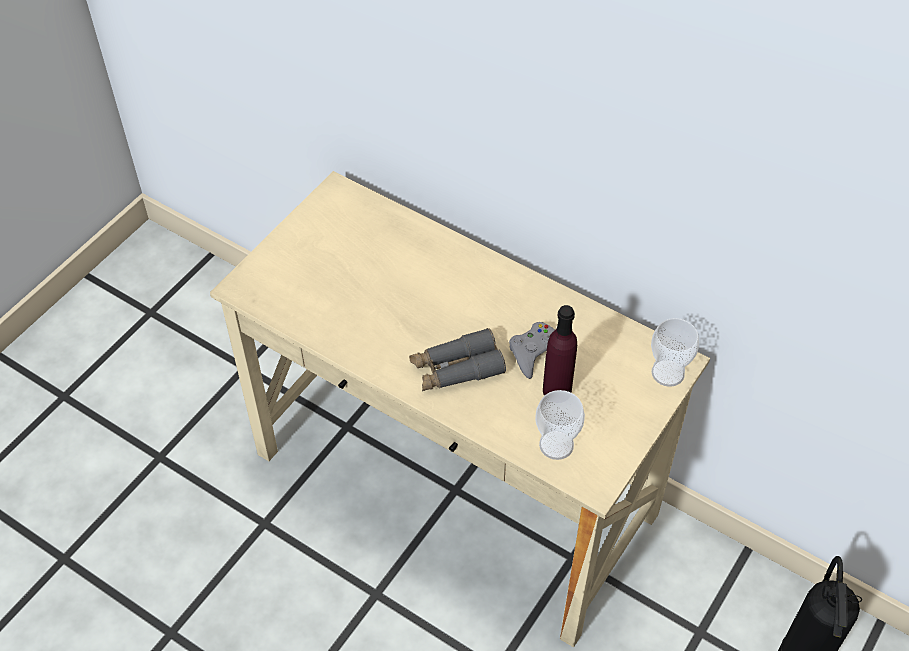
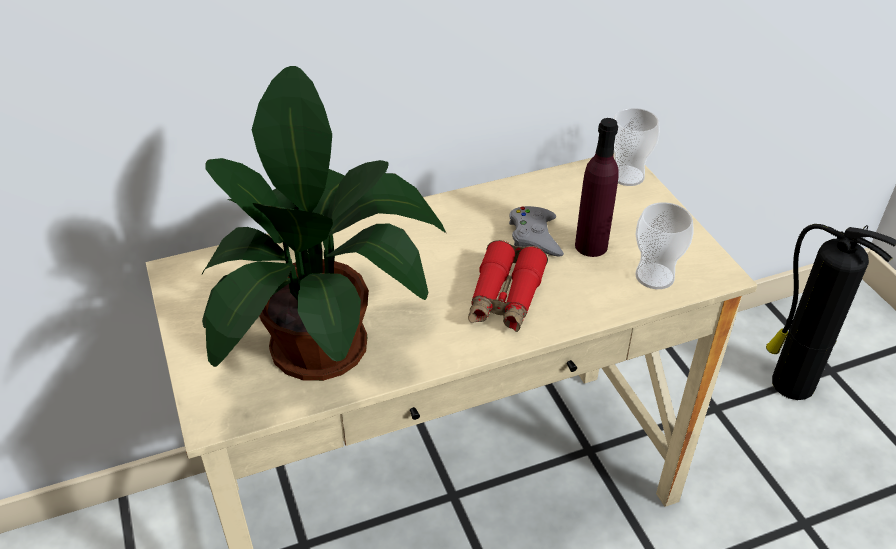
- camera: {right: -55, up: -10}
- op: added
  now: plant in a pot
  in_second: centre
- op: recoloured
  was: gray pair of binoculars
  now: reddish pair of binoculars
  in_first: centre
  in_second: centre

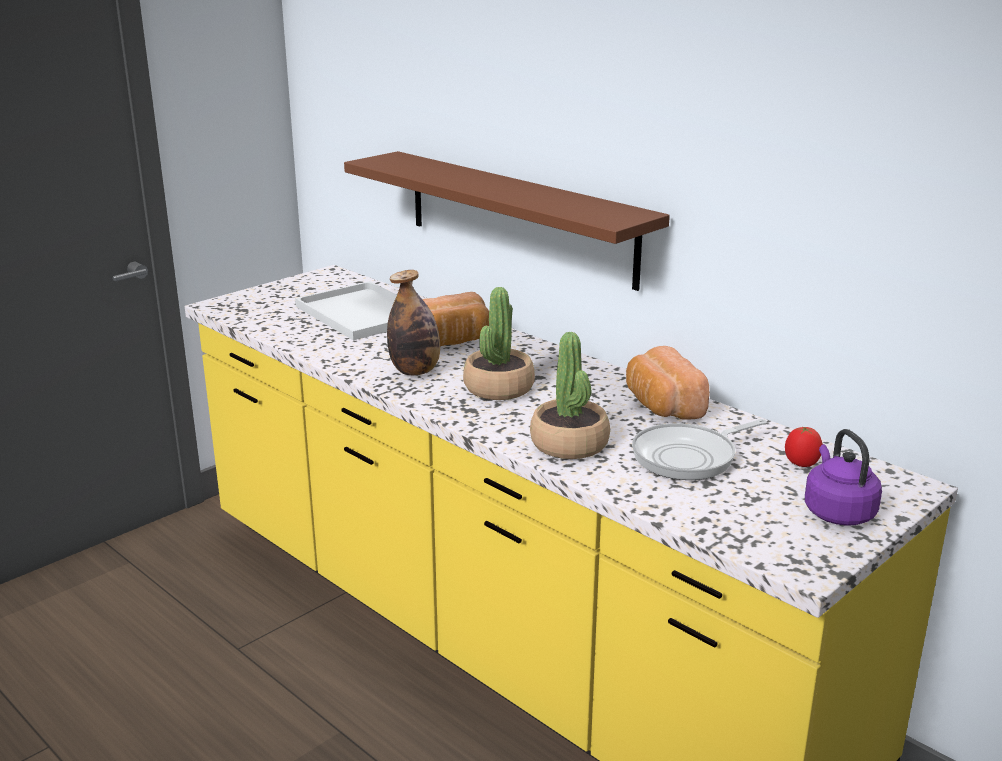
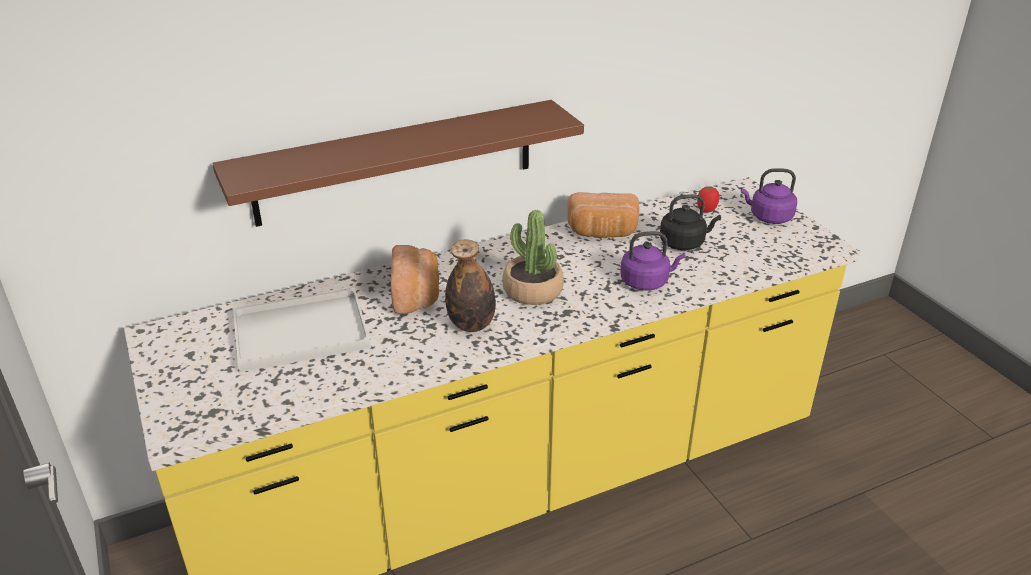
- camera: {right: -70, up: 10}
- op: replaced
  was: plant in a pot (2nd from left)
  now: purple tea kettle (1st from left)
  in_first: centre
  in_second: centre
- op: replaced
  was: skillet
  now: blackish tea kettle
  in_first: middle right
  in_second: middle right

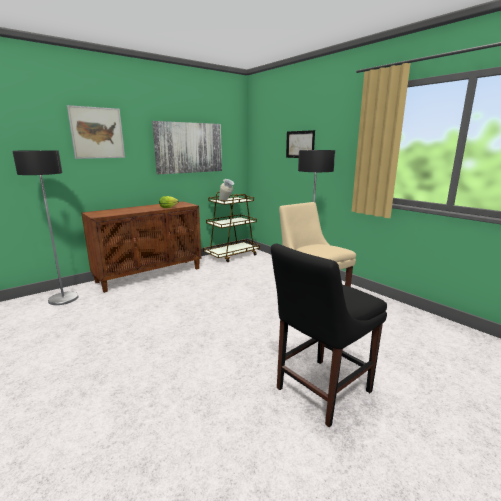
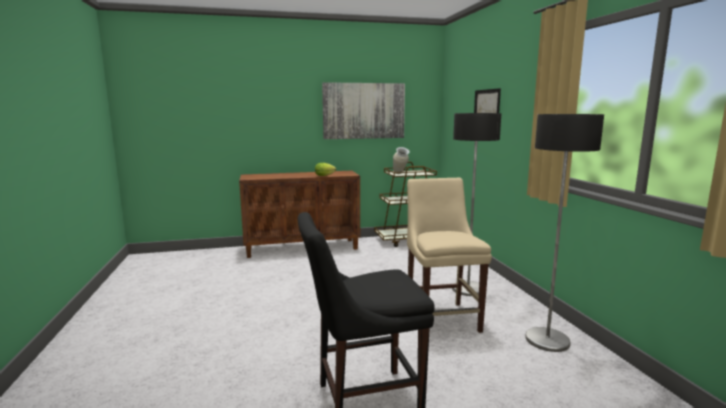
- camera: {right: 25, up: -5}
- op: removed
  was: wall picture (1st from left)
  in_first: top left
- op: moved
  was: standard lamp (1st from left in the first image)
  now: standard lamp (2nd from left)
  in_first: middle left
  in_second: middle right

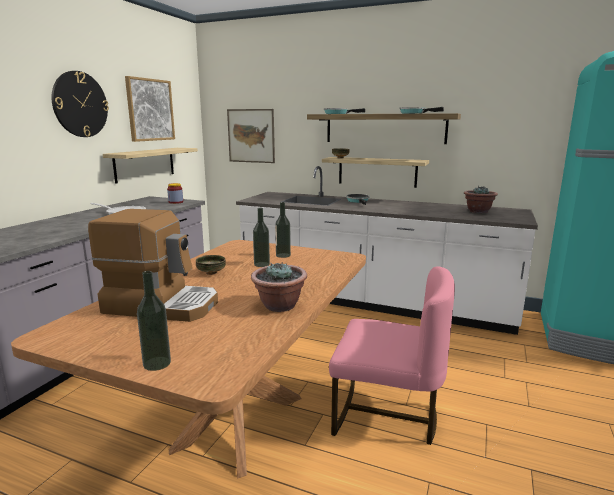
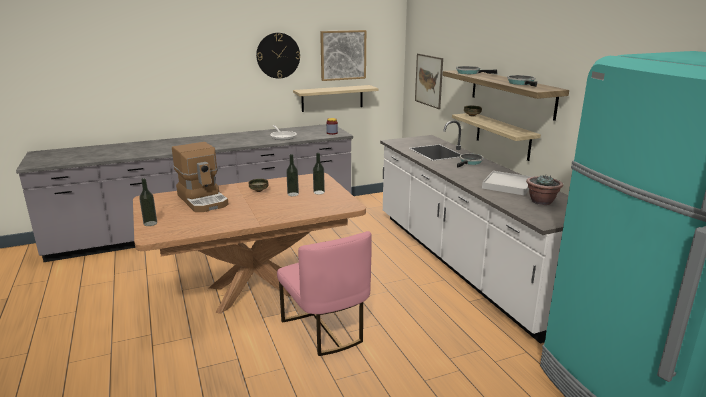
- camera: {right: 45, up: 5}
- op: removed
  was: plant in a pot (1st from left)
  in_first: centre
- op: added
  now: whitish carrying tray
  in_second: middle right

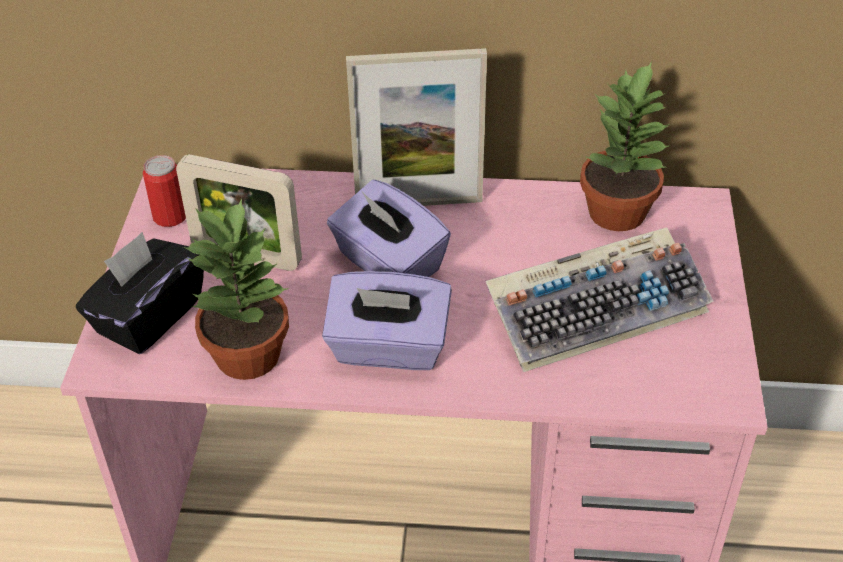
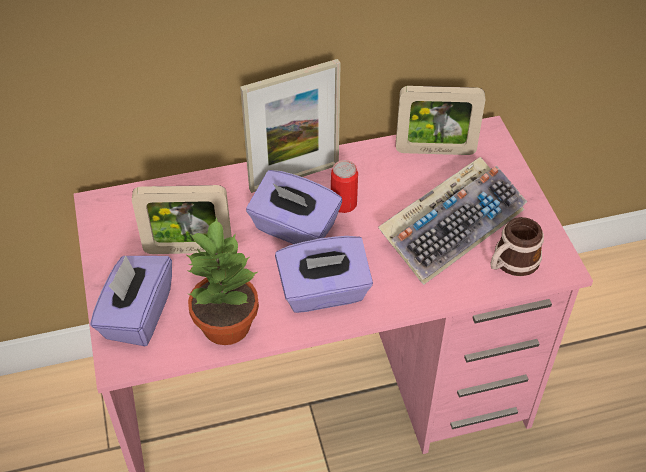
- camera: {right: -20, up: 5}
- op: added
  now: tea mug
  in_second: middle right
- op: moved
  was: metal can
  in_first: middle left
  in_second: centre
- op: replaced
  was: plant in a pot (2nd from left)
  now: picture frame (3rd from left)
  in_first: top right
  in_second: top right
- op: recoloured
  was: blackish tissue holder
  now: purple tissue holder (1st from left)
  in_first: middle left
  in_second: middle left

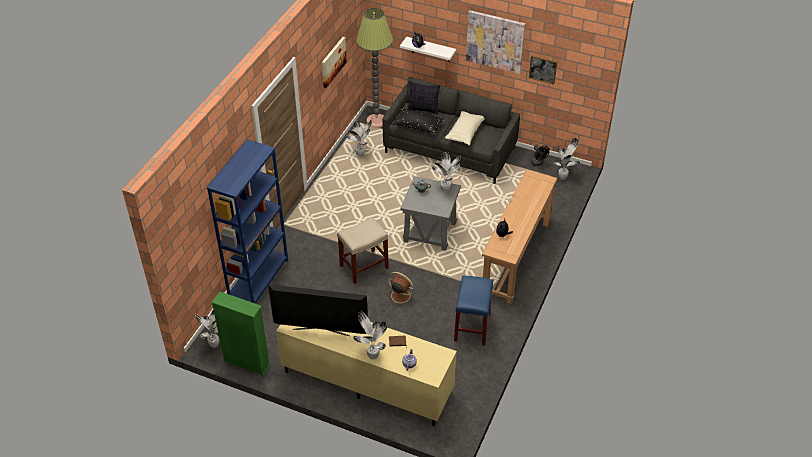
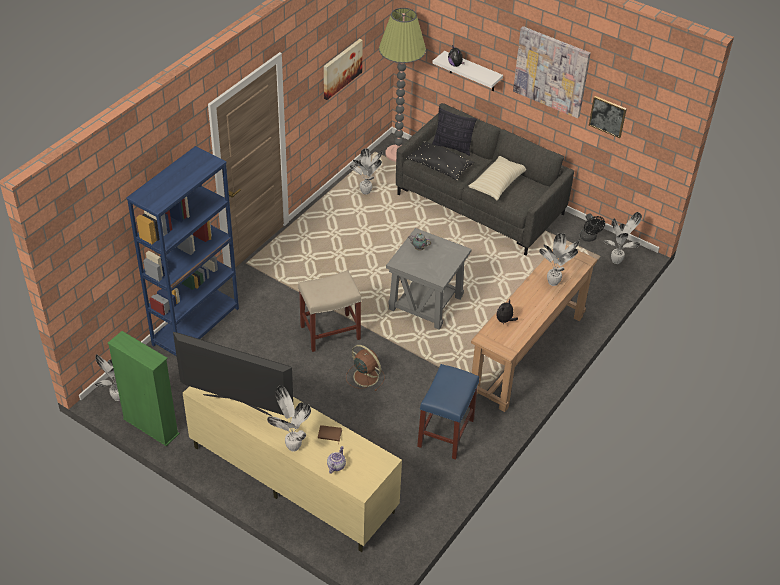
- camera: {right: 10, up: 0}
- op: moved
  was: plant in a pot (4th from left)
  in_first: centre
  in_second: middle right

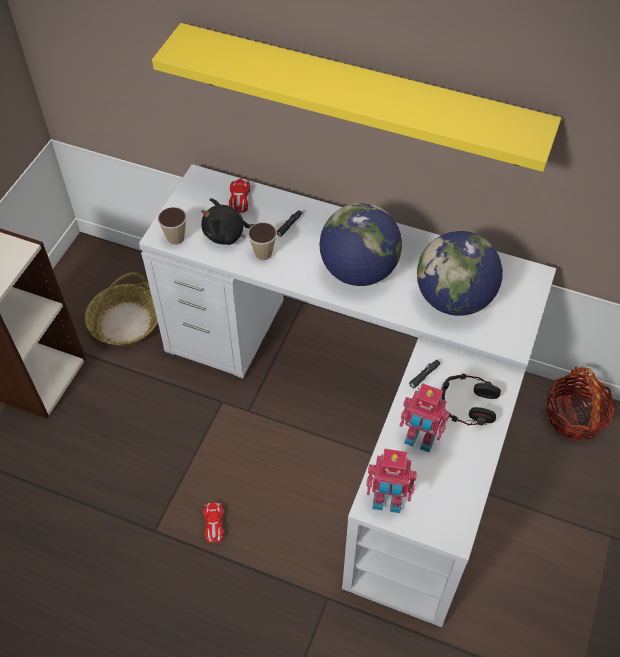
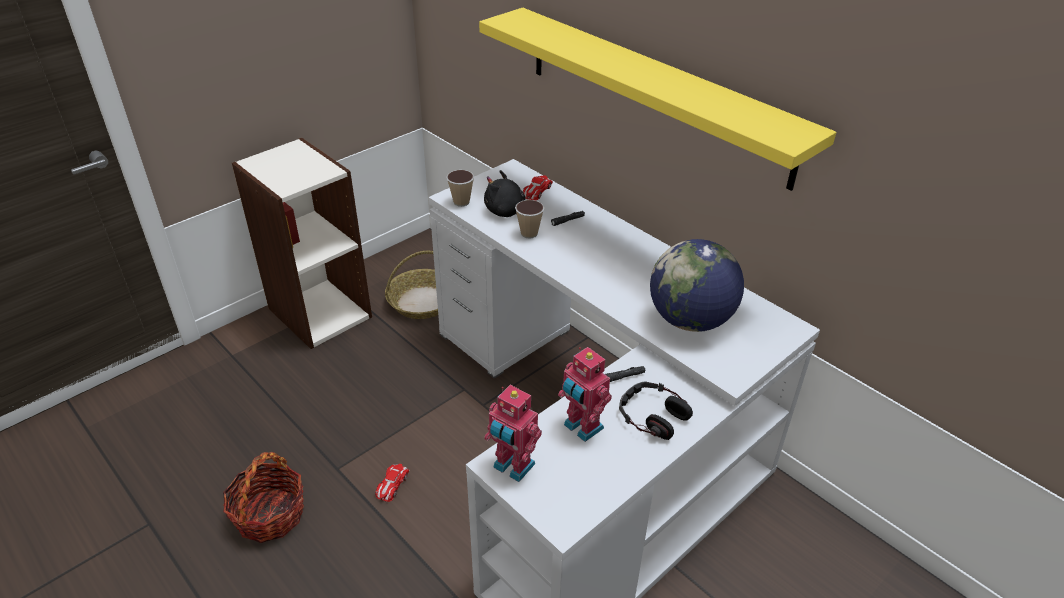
- camera: {right: 25, up: -15}
- op: removed
  was: world globe (1st from left)
  in_first: centre
- op: moved
  was: storage basket (2nd from left in the first image)
  now: storage basket (1st from left)
  in_first: middle right
  in_second: bottom left

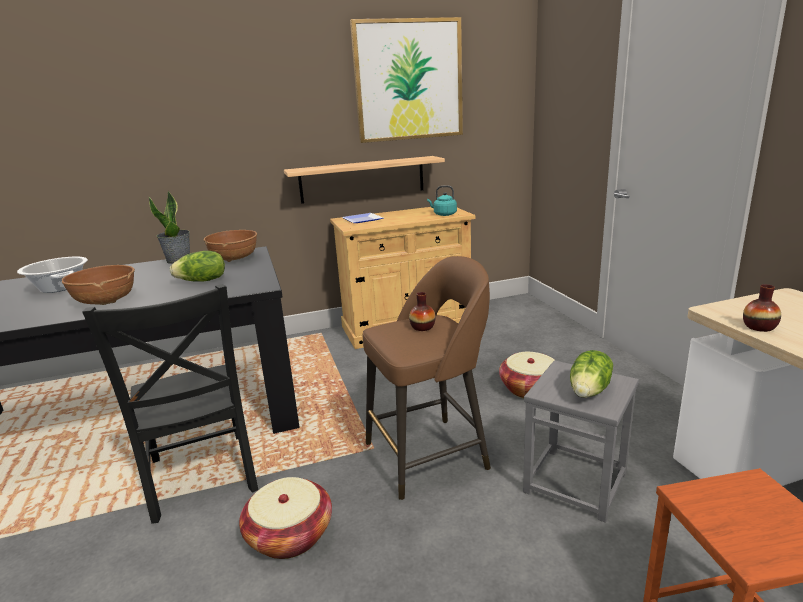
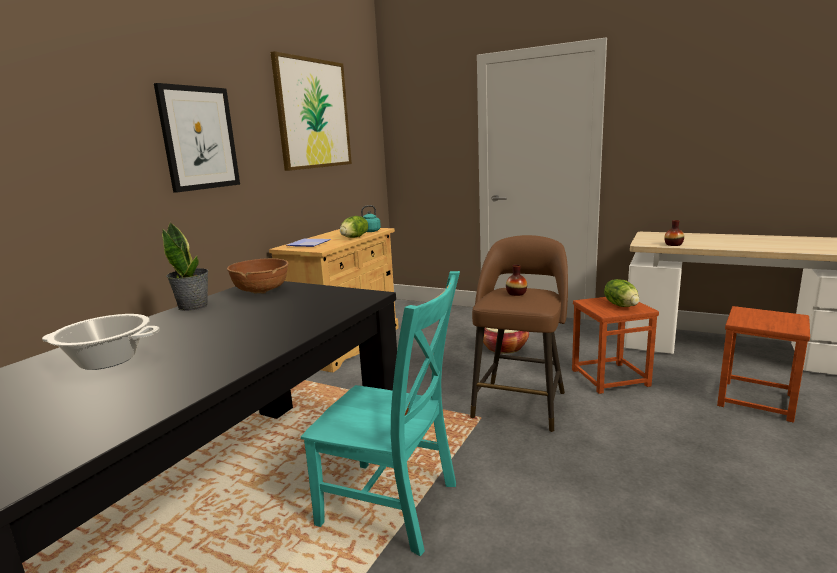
- camera: {right: -45, up: -5}
- op: removed
  was: brownish deep dish (1st from left)
  in_first: middle left
- op: removed
  was: storage basket (1st from left)
  in_first: bottom centre
- op: removed
  was: shelf
  in_first: top centre
- op: added
  now: wall picture (1st from left)
  in_second: top left
- op: moved
  was: lettuce (1st from left)
  in_first: middle left
  in_second: centre
- op: recoloured
  was: blackish upright chair
  now: blue-green upright chair
  in_first: bottom left
  in_second: bottom centre
- op: recoloured
  was: gray stool
  now: brownish stool (2nd from left)
  in_first: bottom right
  in_second: middle right

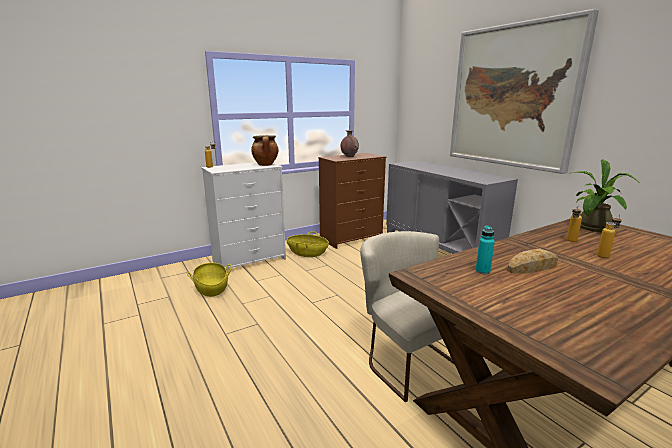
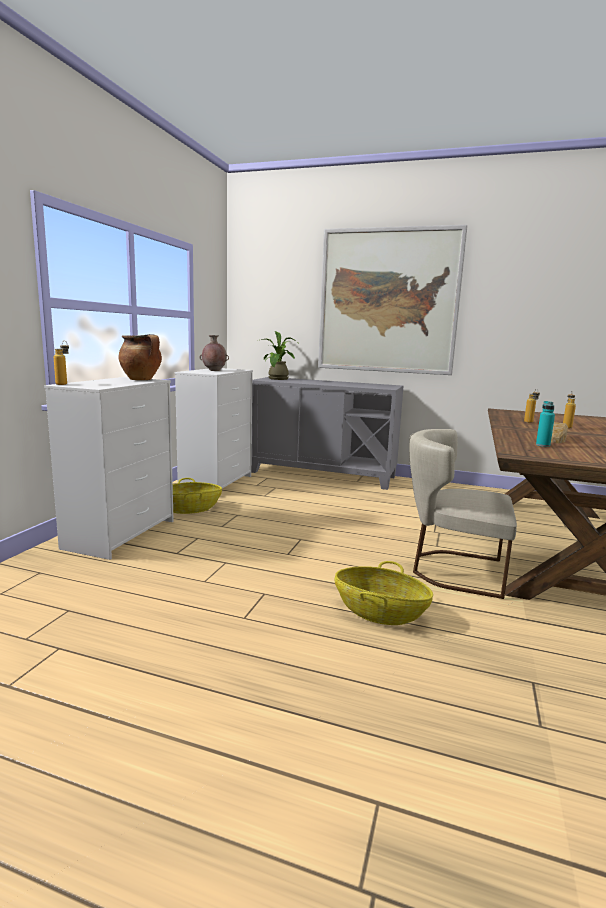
- camera: {right: -40, up: -5}
- op: moved
  was: storage basket (1st from left in the first image)
  now: storage basket (2nd from left)
  in_first: middle left
  in_second: centre
- op: moved
  was: plant in a pot
  in_first: middle right
  in_second: centre
- op: recoloured
  was: brownish dresser
  now: whitish dresser (2nd from left)
  in_first: centre
  in_second: centre

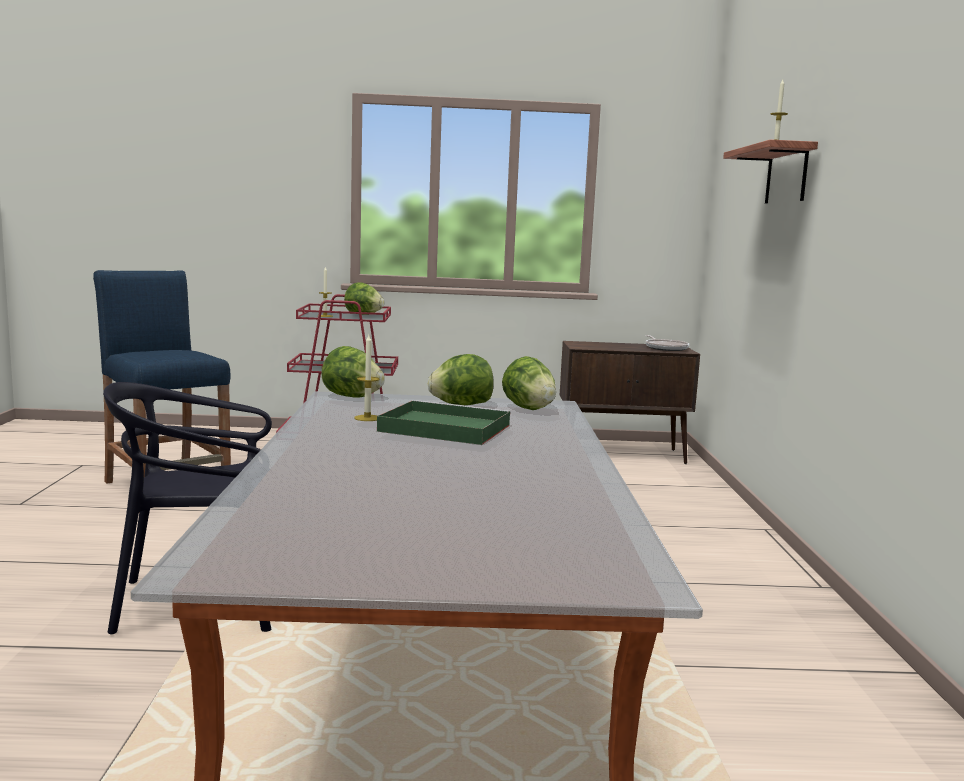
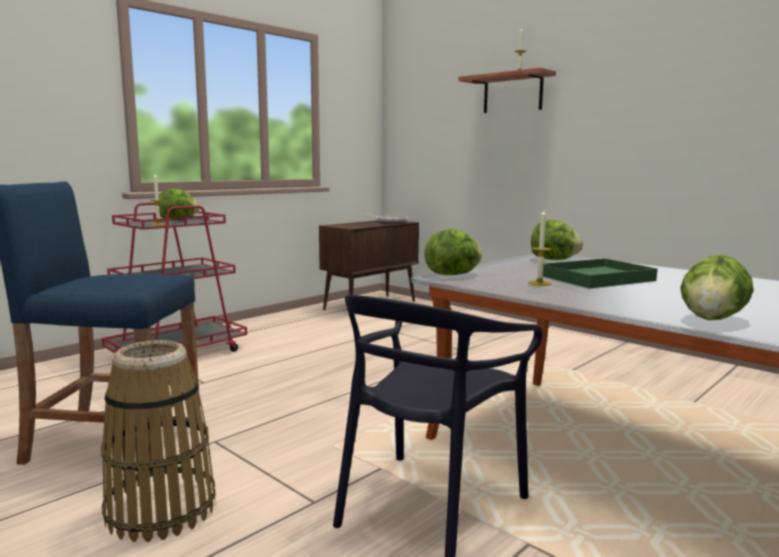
- camera: {right: -45, up: 0}
- op: added
  now: storage basket
  in_second: bottom left
- op: moved
  was: lettuce (3rd from left in the first image)
  now: lettuce (4th from left)
  in_first: centre
  in_second: middle right

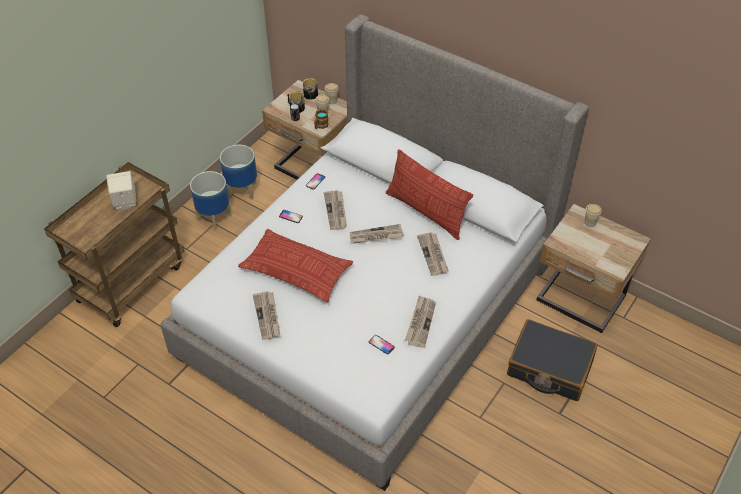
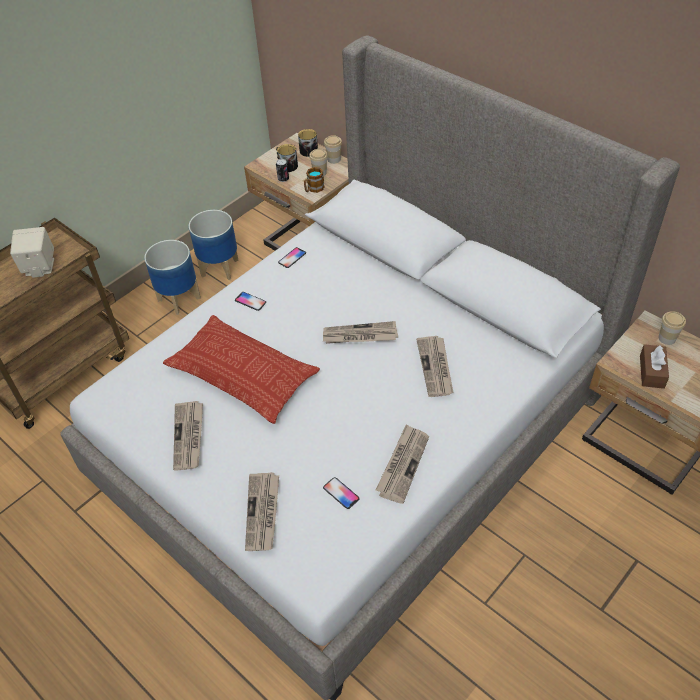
- camera: {right: 10, up: 0}
- op: removed
  was: pillow (2nd from left)
  in_first: centre
- op: removed
  was: blackish travel case
  in_first: bottom right
- op: added
  now: brownish tissue holder
  in_second: middle right
- op: moved
  was: newspaper (2nd from left)
  in_first: centre
  in_second: bottom centre

